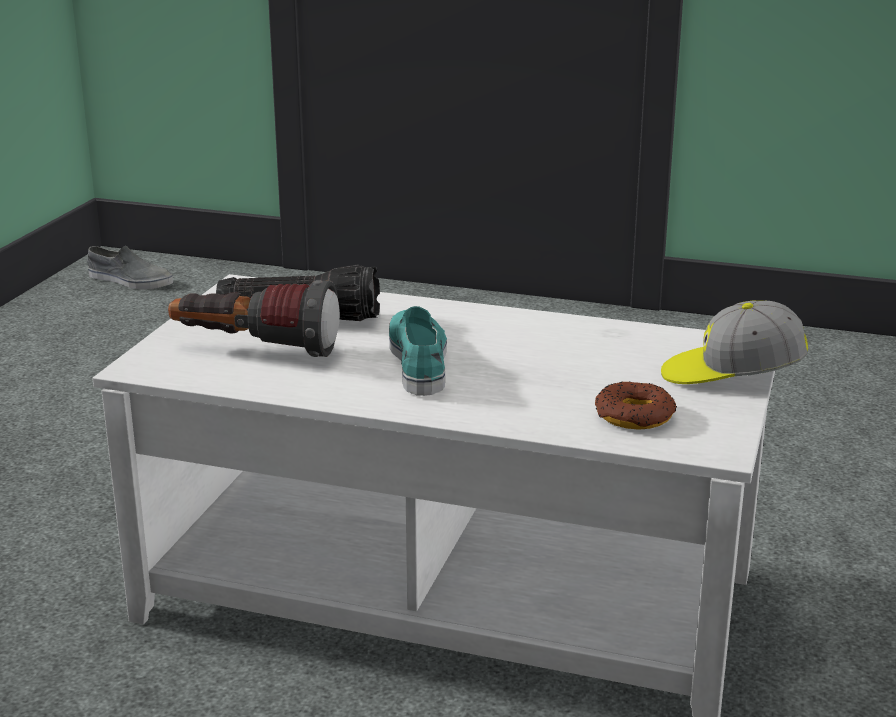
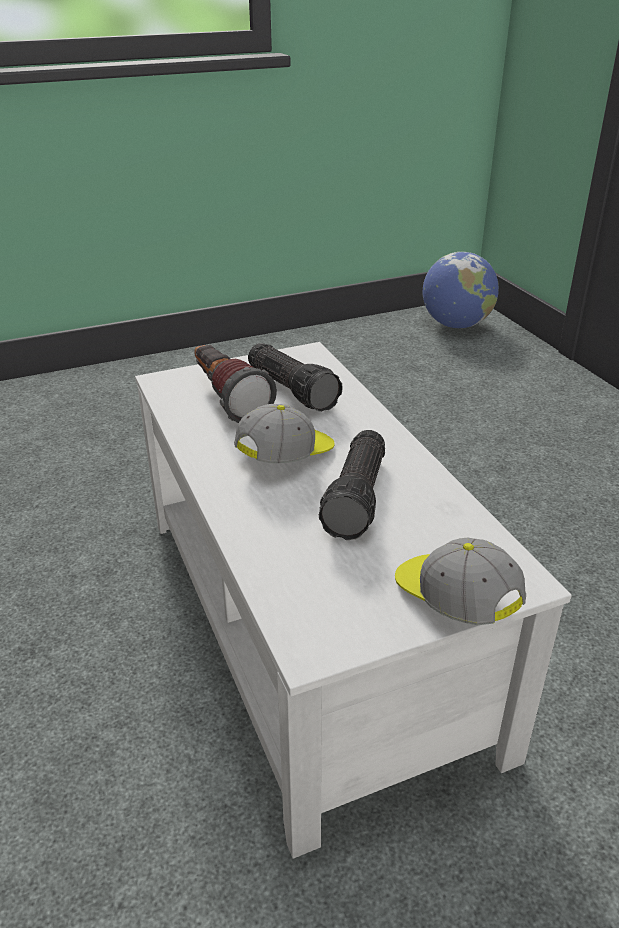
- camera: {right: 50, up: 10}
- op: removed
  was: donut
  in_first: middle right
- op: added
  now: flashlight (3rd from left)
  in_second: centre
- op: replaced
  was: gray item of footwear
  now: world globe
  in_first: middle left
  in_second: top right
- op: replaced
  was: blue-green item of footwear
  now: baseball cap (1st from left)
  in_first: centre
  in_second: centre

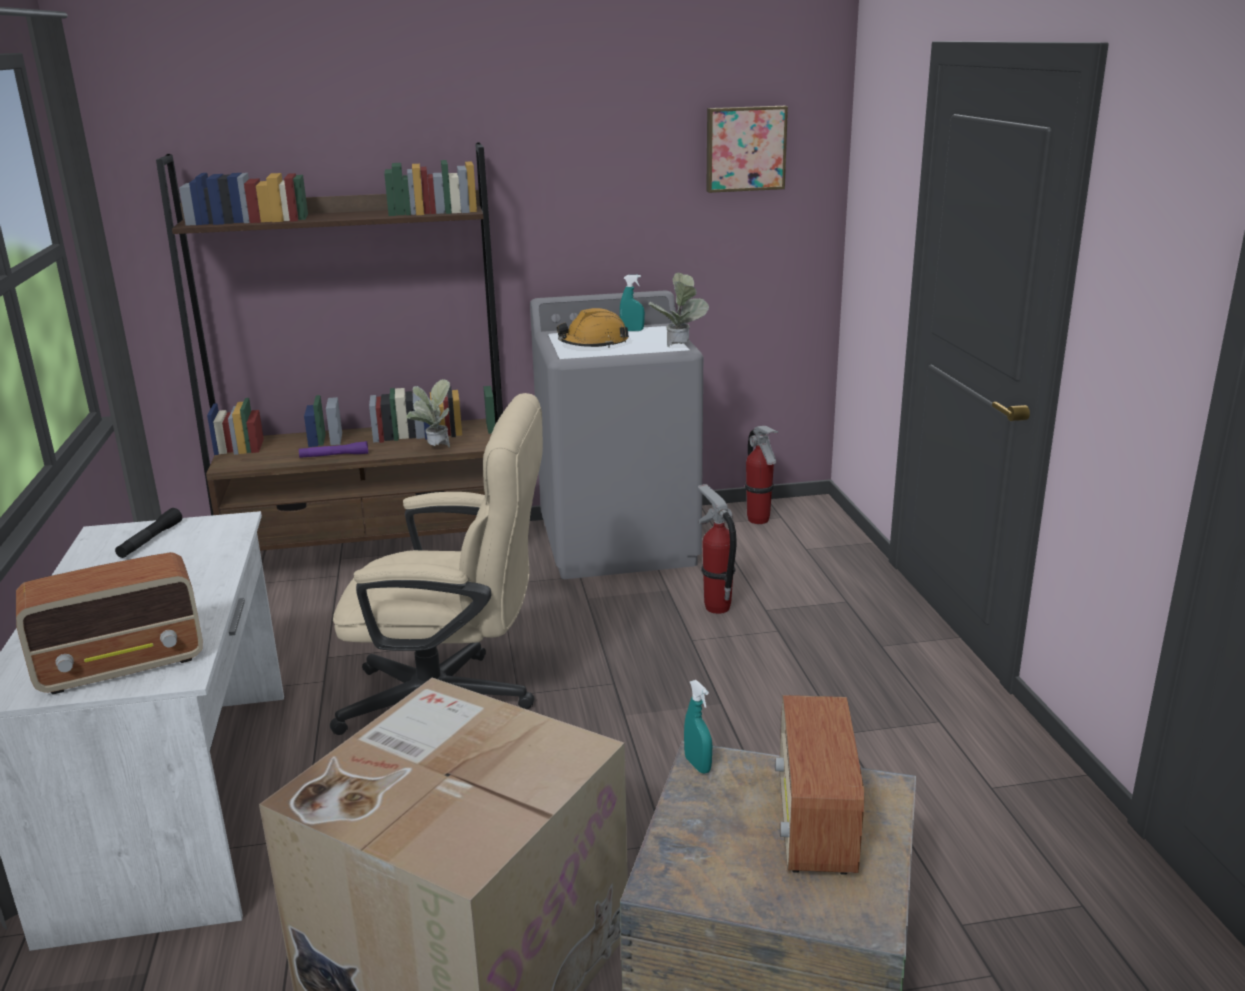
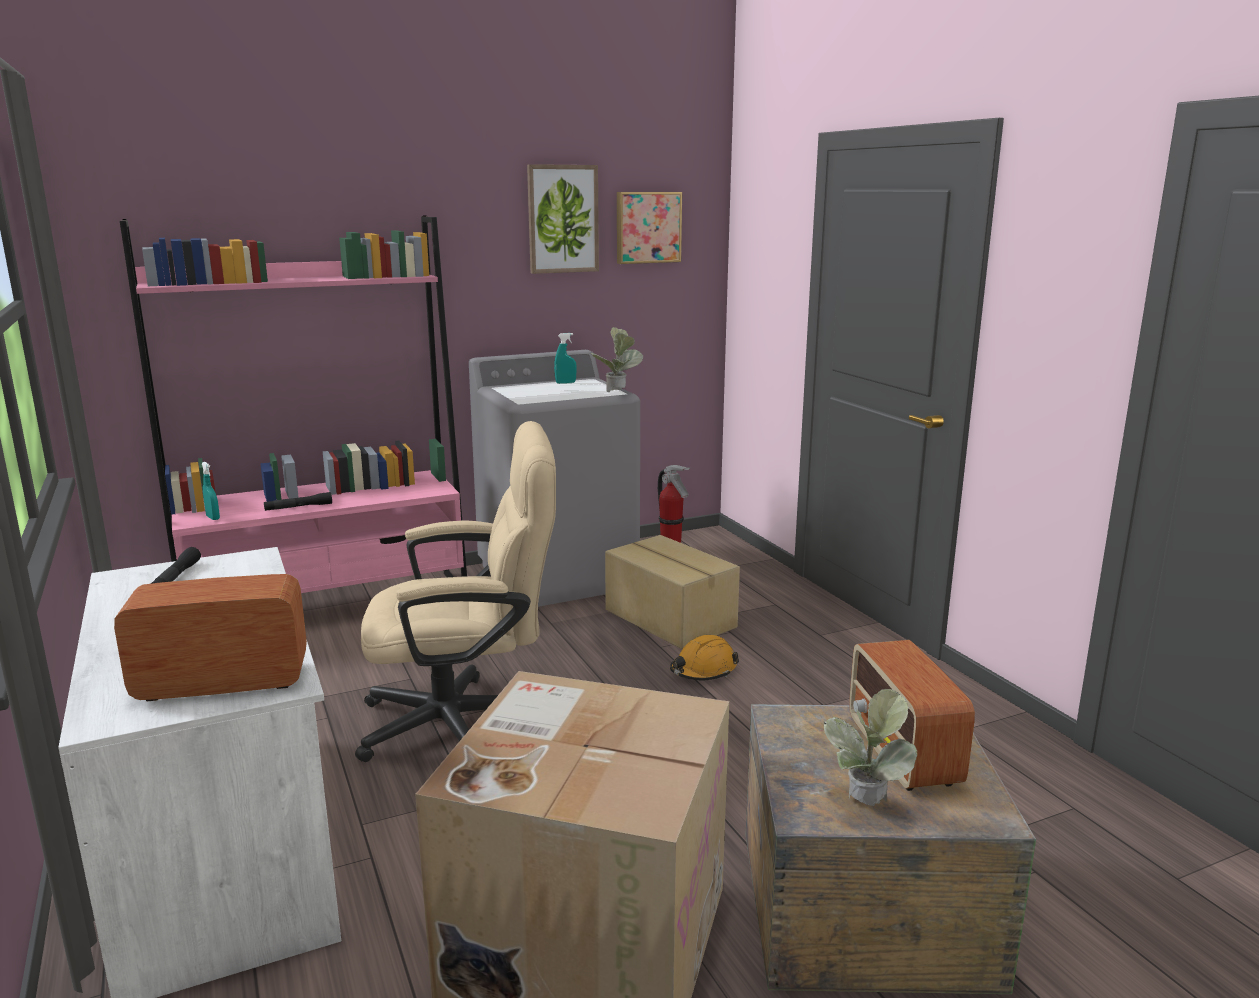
- camera: {right: -15, up: -5}
- op: added
  now: wall picture (1st from left)
  in_second: top centre
- op: moved
  was: plant in a pot (1st from left in the first image)
  now: plant in a pot (2nd from left)
  in_first: centre
  in_second: bottom right
- op: moved
  was: orange safety helmet
  in_first: top centre
  in_second: centre
- op: moved
  was: blue-green sprayer (2nd from left in the first image)
  now: blue-green sprayer (1st from left)
  in_first: bottom centre
  in_second: middle left
- op: replaced
  was: fire-fighting cylinder (1st from left)
  now: packing box (2nd from left)
  in_first: centre
  in_second: centre
- op: recoloured
  was: brownish bookcase
  now: pink-coloured bookcase
  in_first: middle left
  in_second: middle left
- op: recoloured
  was: purple flashlight
  now: blackish flashlight (2nd from left)
  in_first: middle left
  in_second: middle left
- op: turned
  was: radio receiver (1st from left)
  in_first: middle left
  in_second: middle left
  clockwise: -150

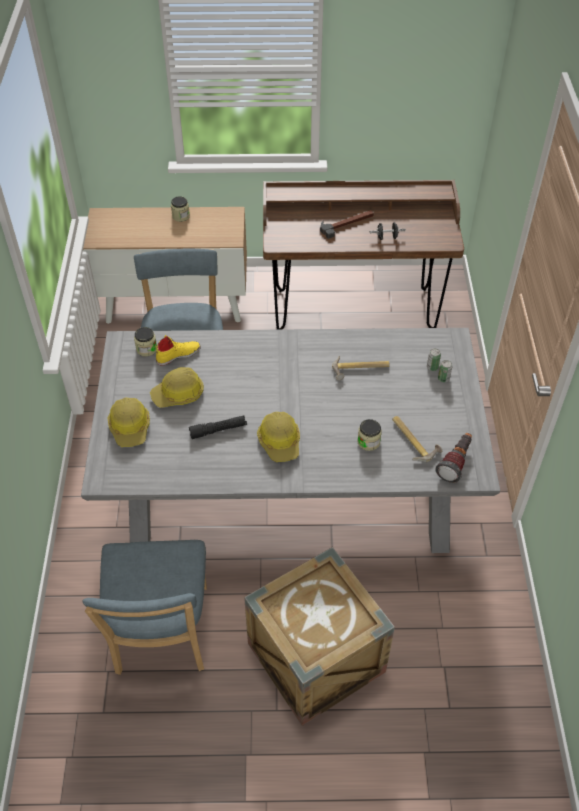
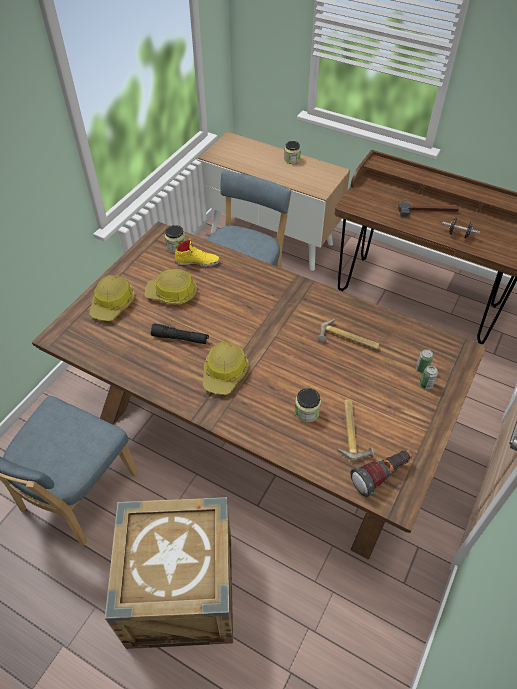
- camera: {right: 30, up: 0}
- op: recoloured
  was: gray dinner table
  now: brownish dinner table
  in_first: centre
  in_second: centre

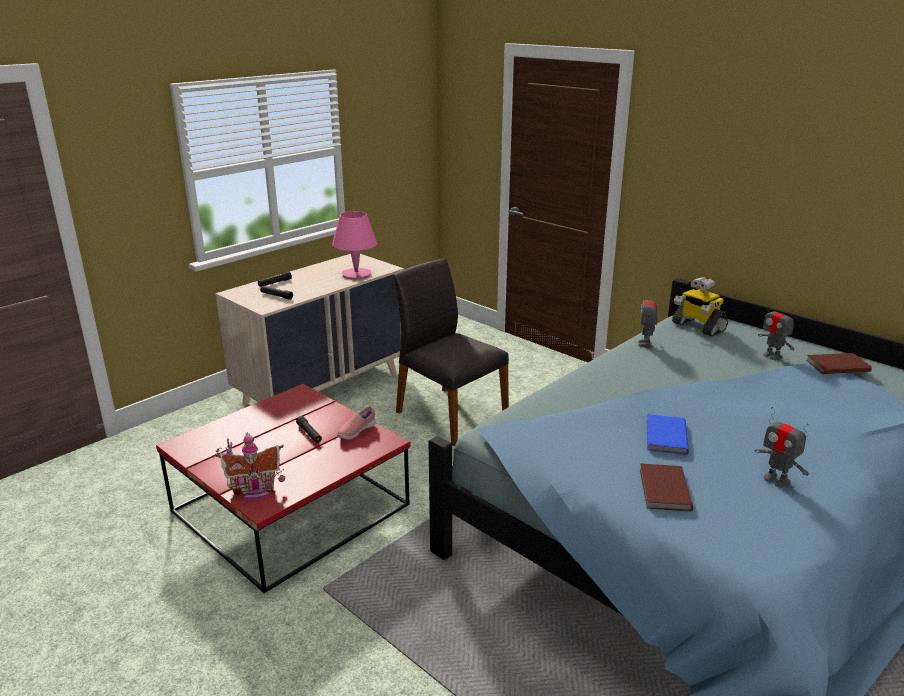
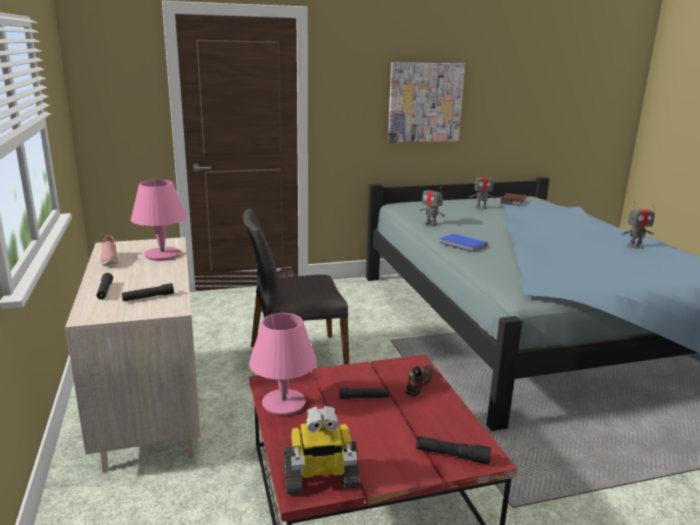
- camera: {right: -60, up: -5}
- op: removed
  was: brownish book (1st from left)
  in_first: bottom right
- op: added
  now: pink-coloured table lamp (2nd from left)
  in_second: bottom centre
- op: added
  now: wall picture
  in_second: top centre
- op: added
  now: brownish item of footwear
  in_second: bottom centre
- op: moved
  was: pink-coloured item of footwear
  in_first: centre
  in_second: middle left
- op: moved
  was: bluish book
  in_first: middle right
  in_second: centre
- op: moved
  was: robot figure (2nd from left in the first image)
  now: robot figure (1st from left)
  in_first: middle right
  in_second: bottom centre
- op: replaced
  was: model house
  now: blackish flashlight (4th from left)
  in_first: bottom left
  in_second: bottom centre

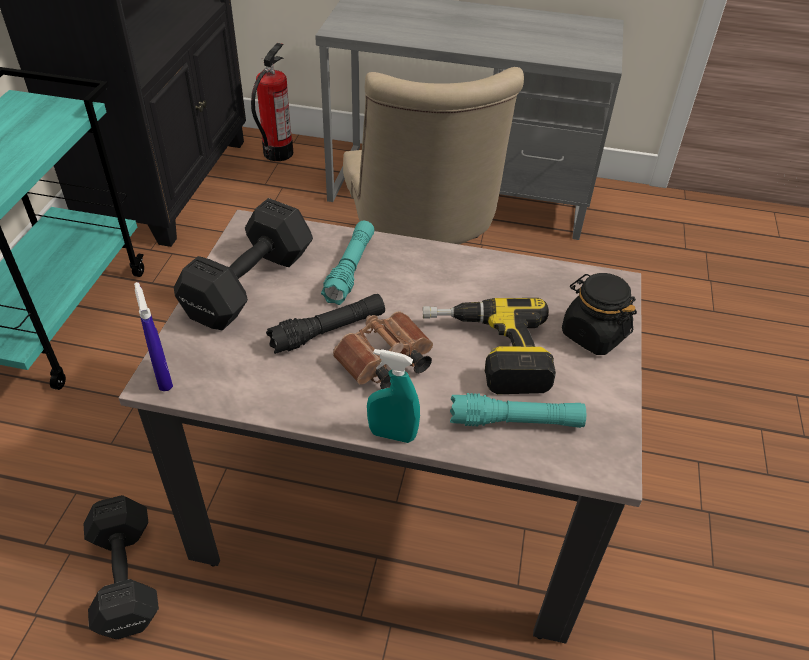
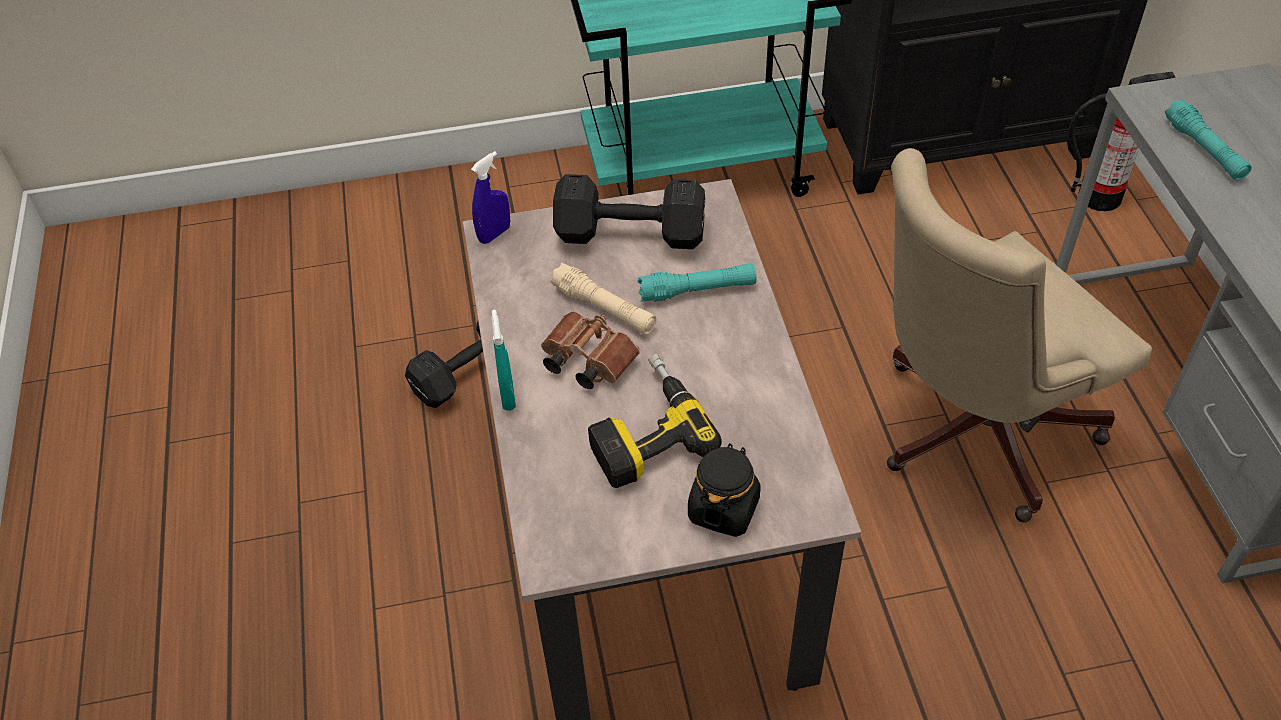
- camera: {right: 70, up: 5}
- op: moved
  was: blue-green flashlight (2nd from left)
  in_first: centre
  in_second: top right
- op: recoloured
  was: blackish flashlight
  now: sand-coloured flashlight
  in_first: centre
  in_second: centre

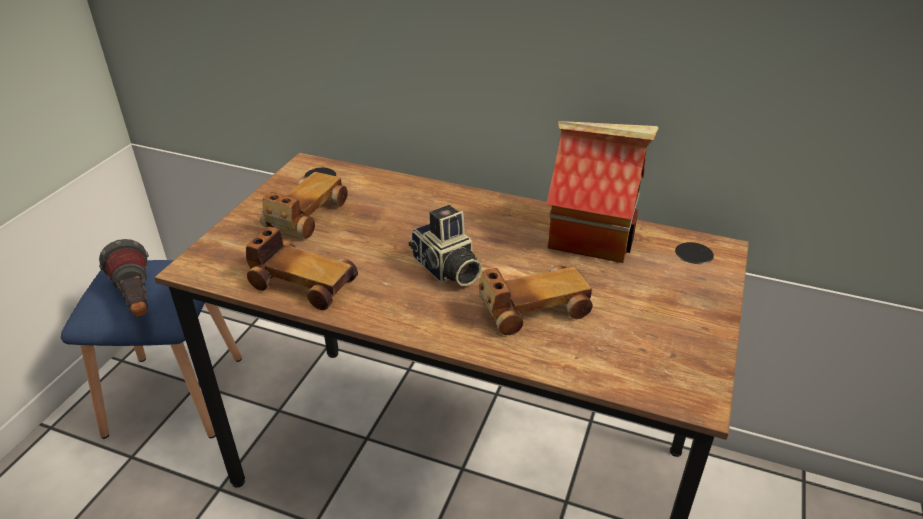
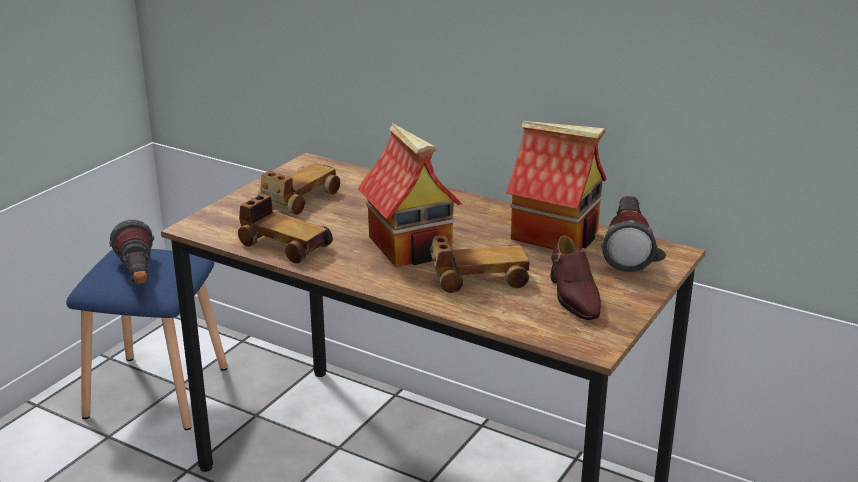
- camera: {right: 10, up: -10}
- op: added
  now: brownish item of footwear
  in_second: middle right
- op: added
  now: flashlight (2nd from left)
  in_second: middle right
- op: replaced
  was: still camera
  now: model house (1st from left)
  in_first: centre
  in_second: centre

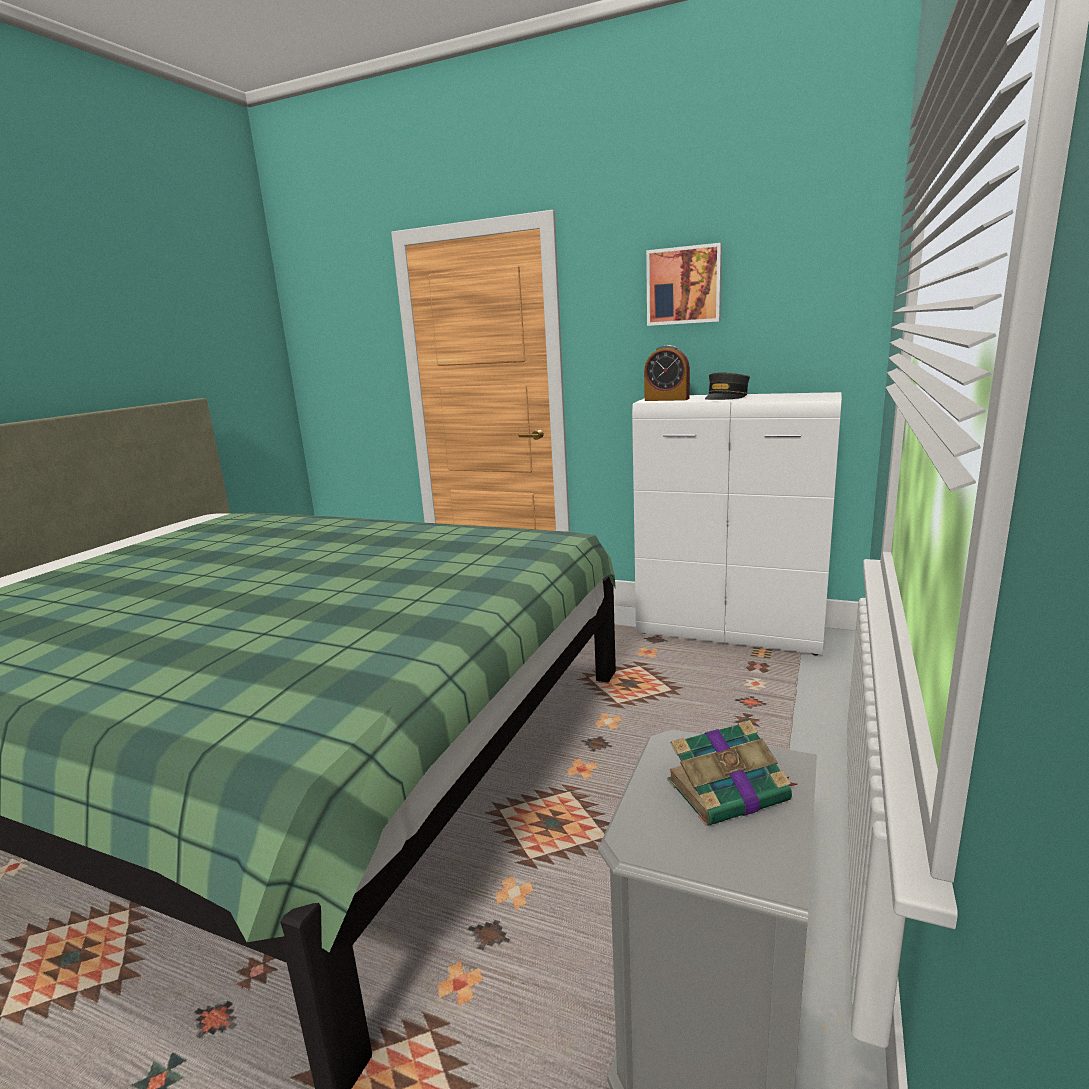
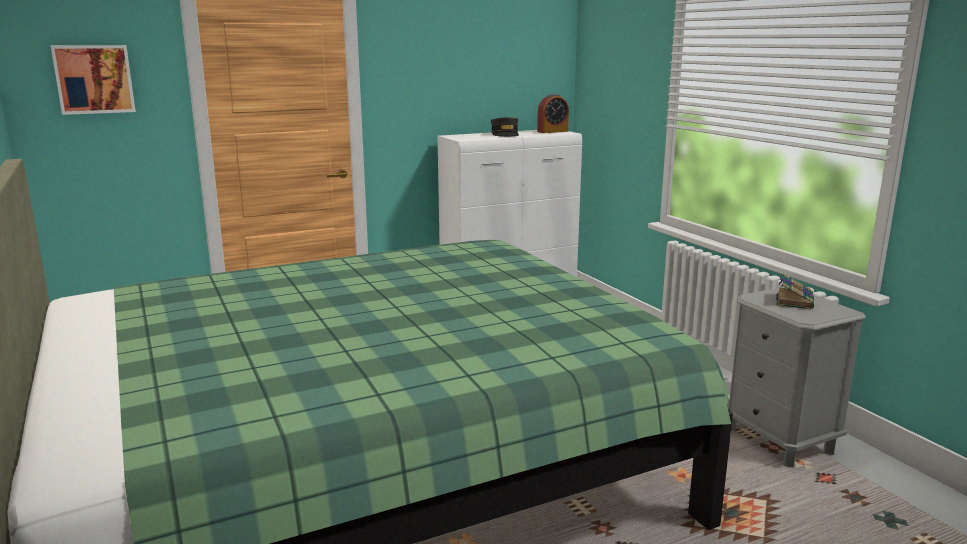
- camera: {right: -50, up: 0}
- op: moved
  was: table clock
  in_first: centre
  in_second: top centre
- op: moved
  was: wall picture
  in_first: top centre
  in_second: top left

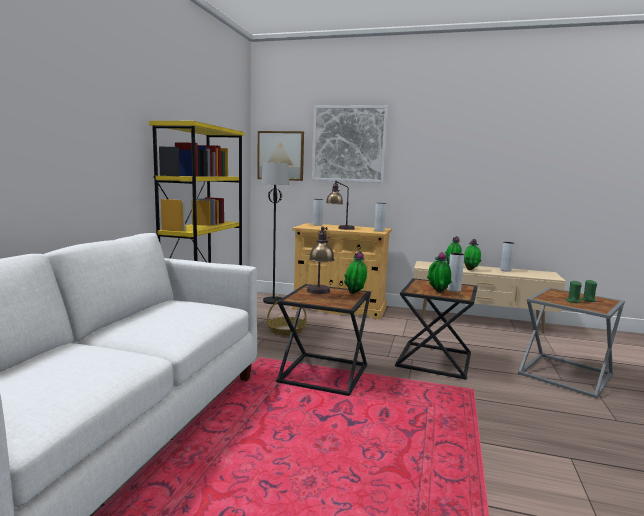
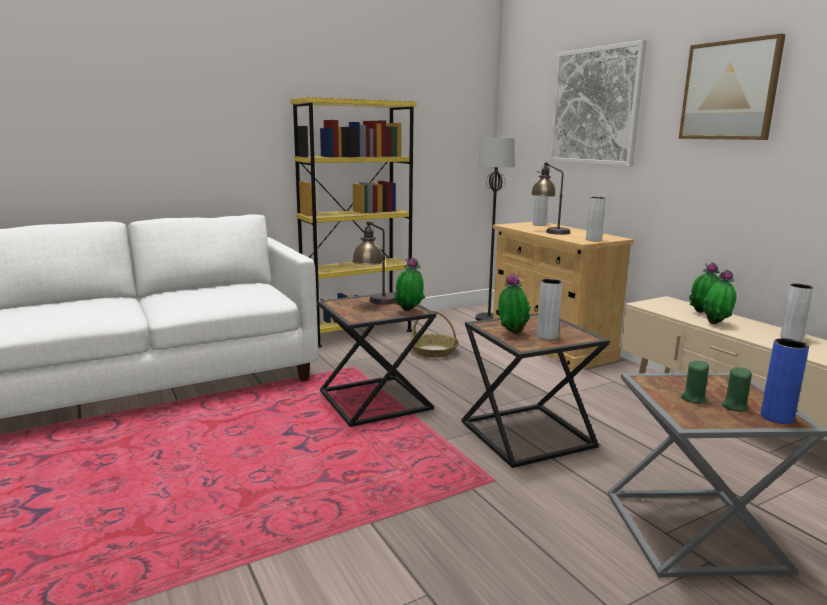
- camera: {right: 45, up: 5}
- op: added
  now: bluish flower vase
  in_second: middle right
- op: moved
  was: wall picture (1st from left in the first image)
  now: wall picture (2nd from left)
  in_first: top centre
  in_second: top right

